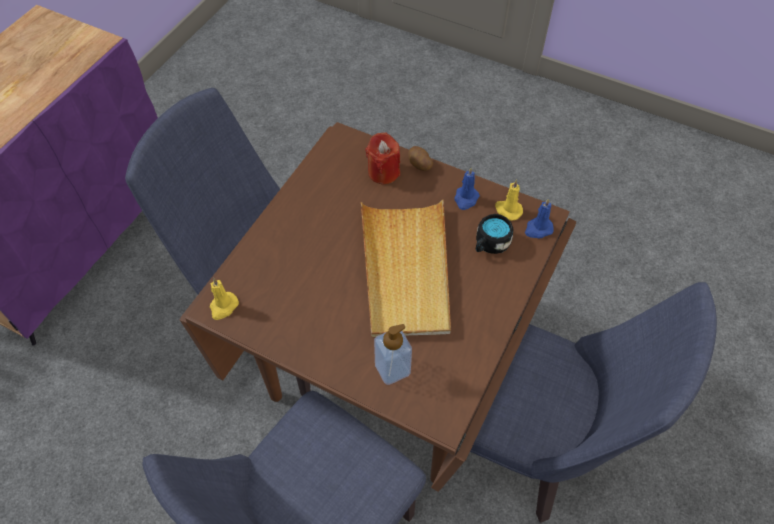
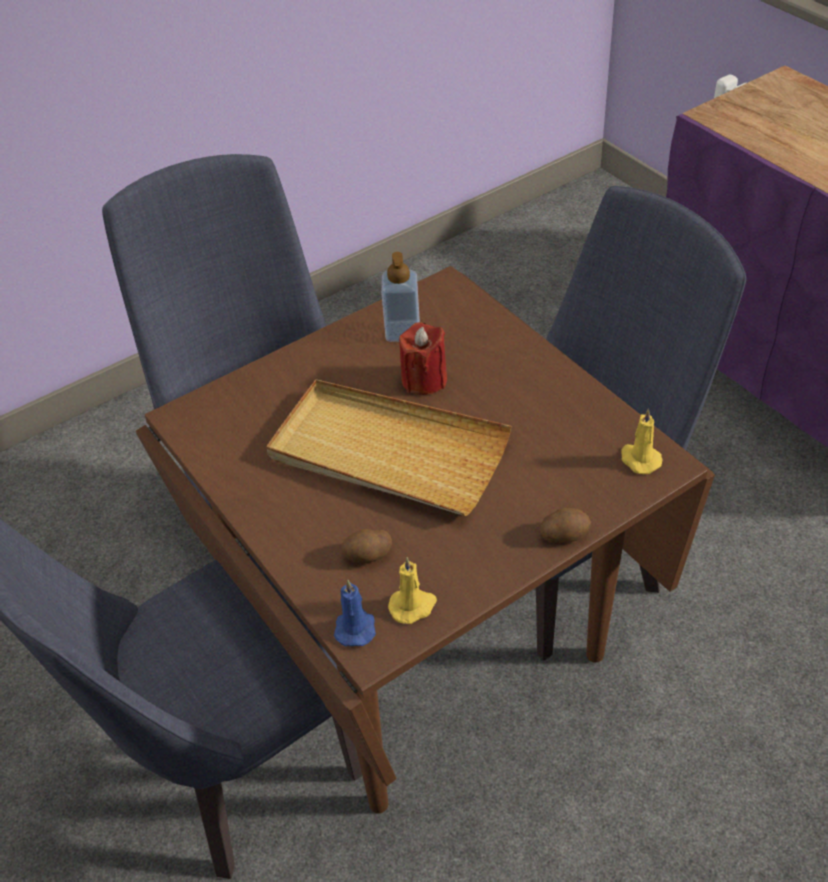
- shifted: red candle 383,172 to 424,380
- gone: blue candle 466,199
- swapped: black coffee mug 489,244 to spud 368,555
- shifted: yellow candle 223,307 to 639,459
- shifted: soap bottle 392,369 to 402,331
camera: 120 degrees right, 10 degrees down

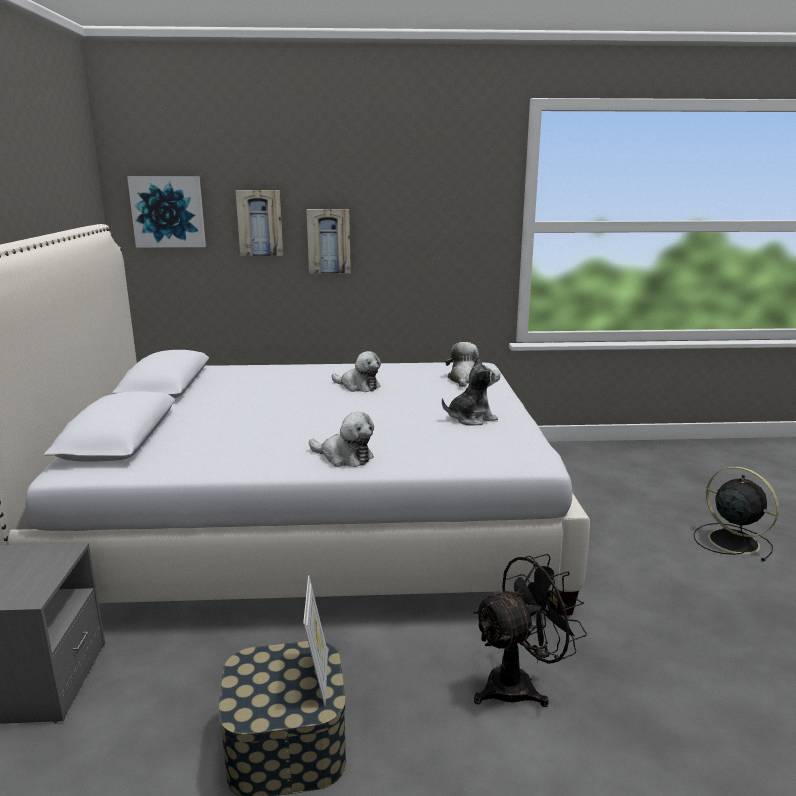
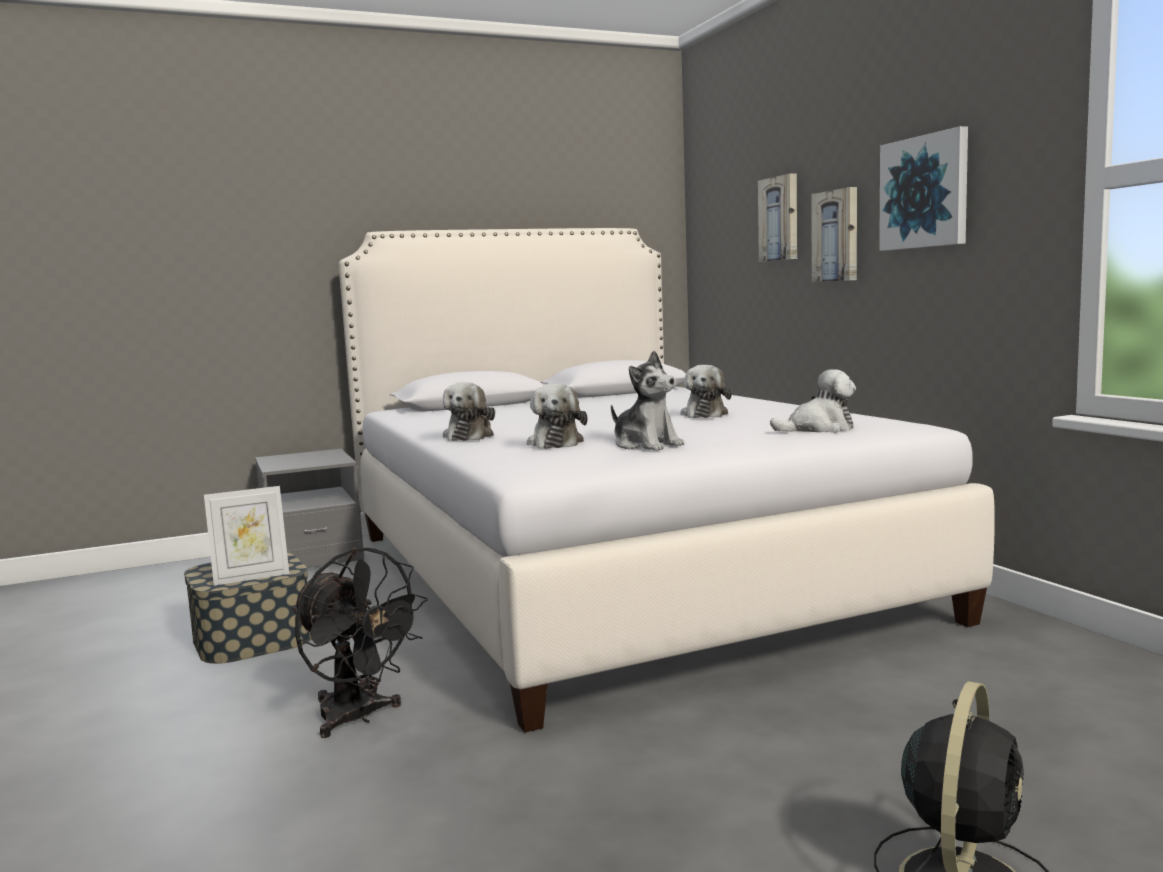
- shifted: wall art 168,212 to 924,192
- new: plush toy 556,443
camera: 70 degrees right, 10 degrees down

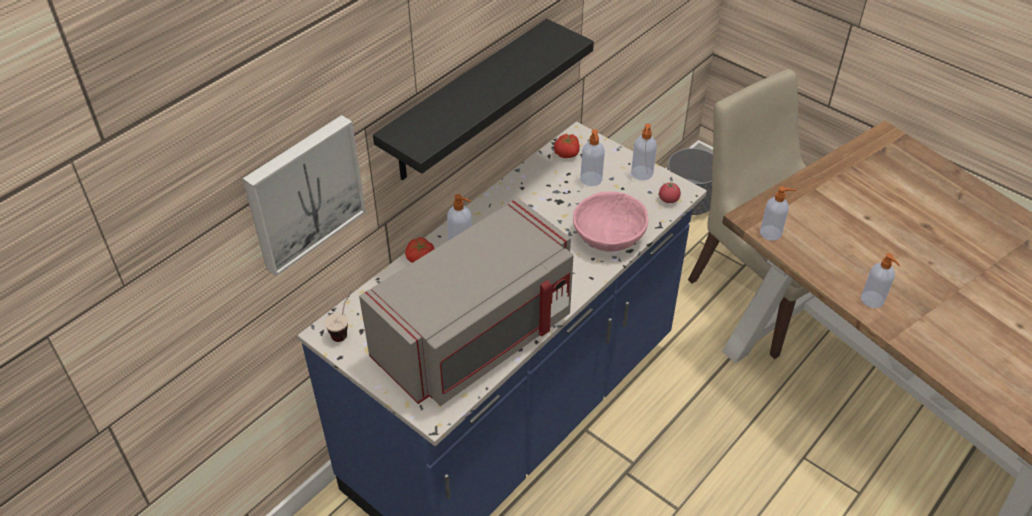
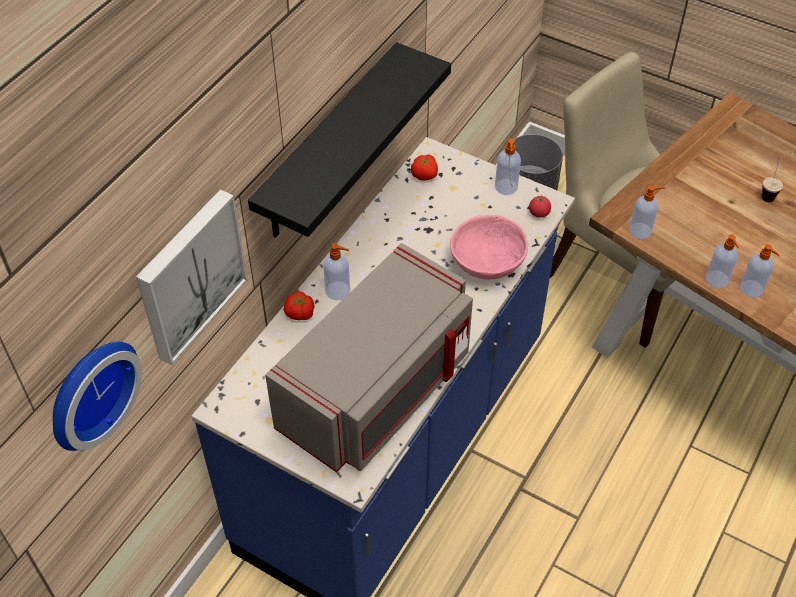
- shifted: soap bottle 591,179 to 717,280
- shifted: small cup 344,329 to 768,192
- new: wall clock 88,391
camera: 10 degrees left, 5 degrees up

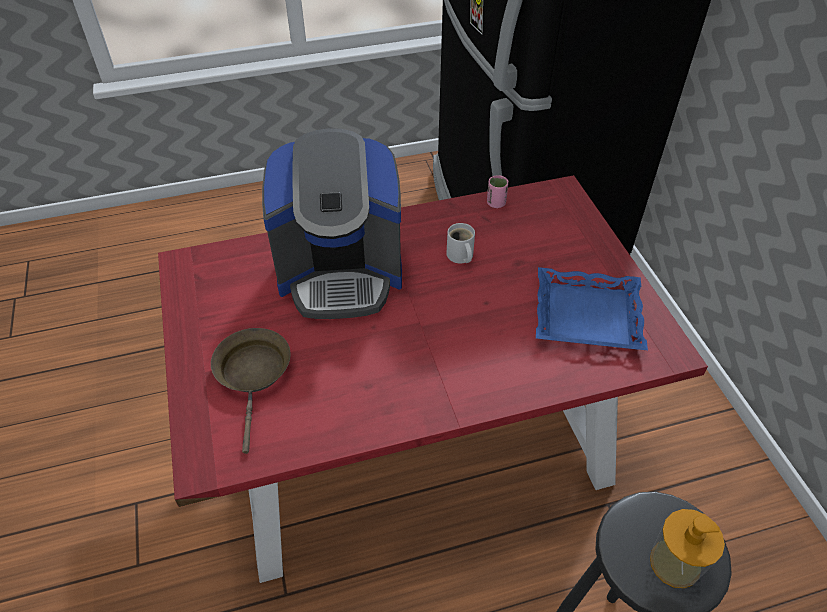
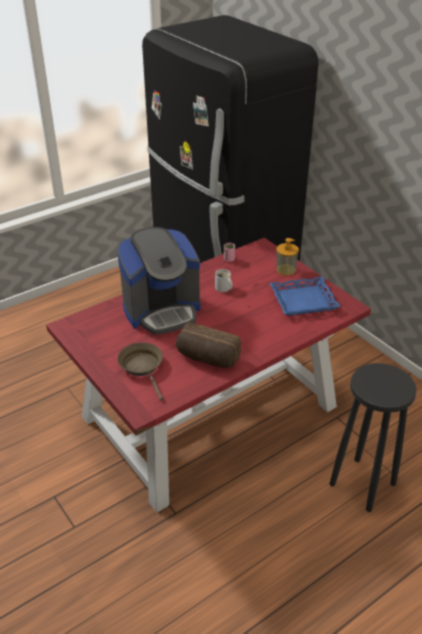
- shifted: soap bottle 675,563 to 285,270
- new: bread 207,358
camera: 20 degrees left, 10 degrees down

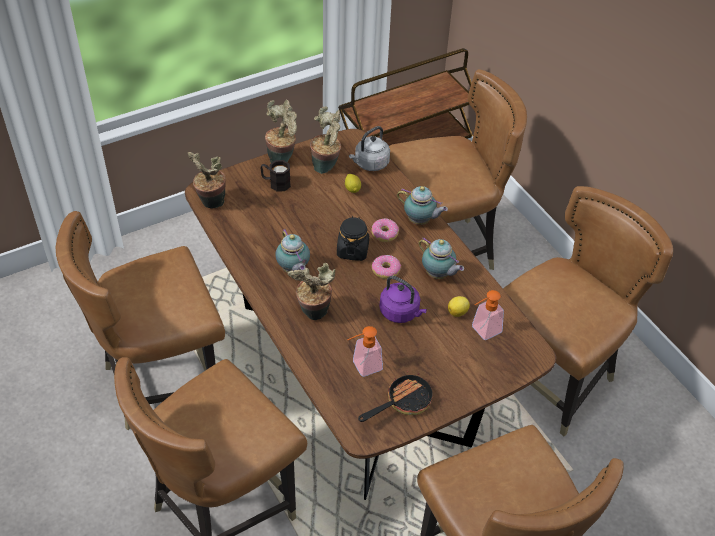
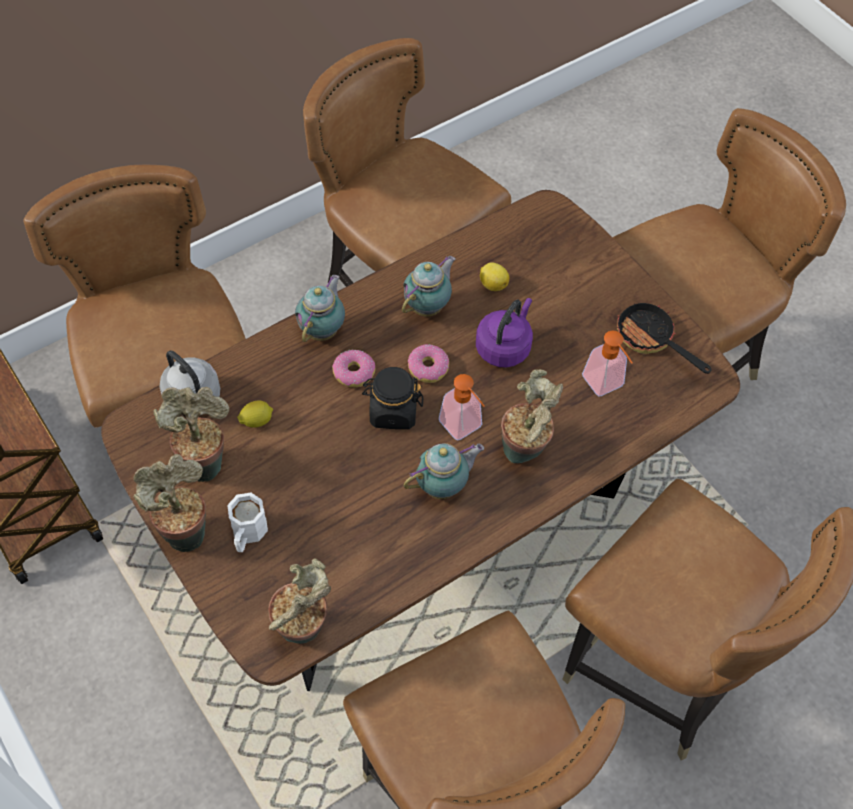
- repainted: black coffee mug 275,183 to white coffee mug 247,534
- shifted: soap bottle 482,331 to 464,428
camera: 95 degrees left, 10 degrees up

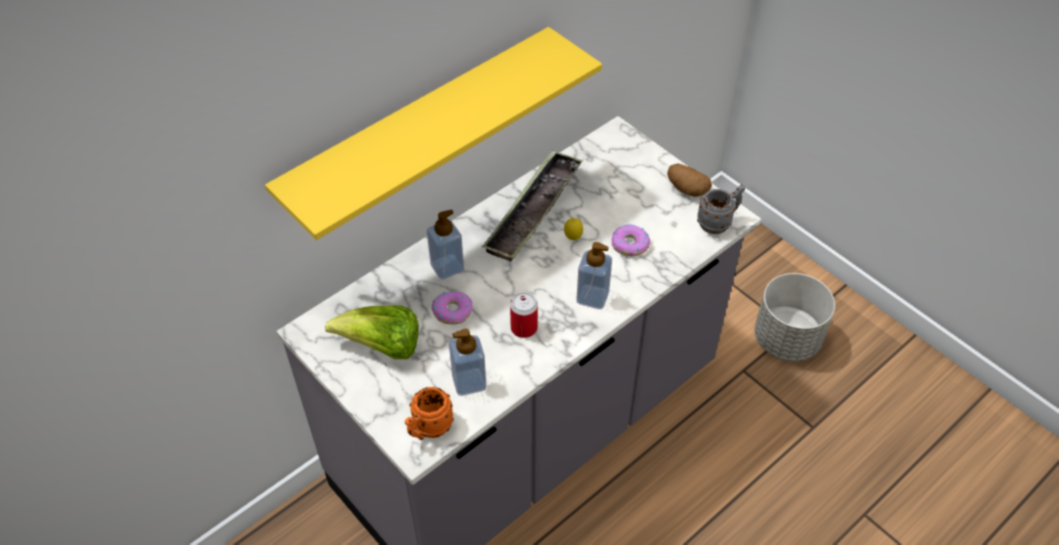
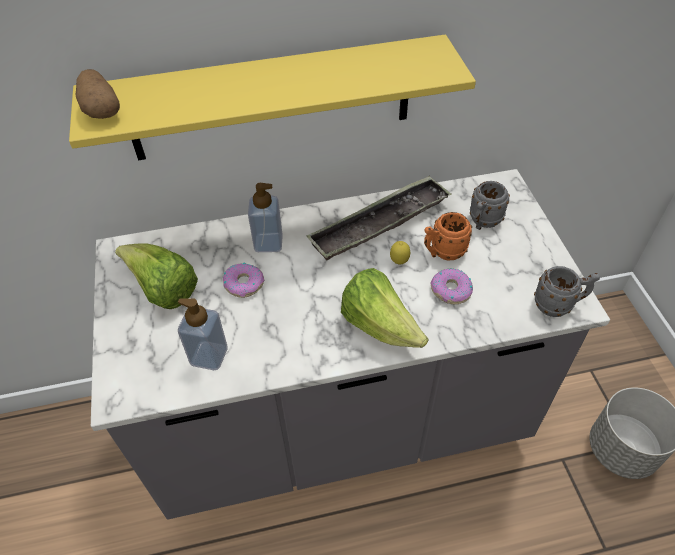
- shifted: spud 686,189 to 101,109
- swapped: soap bottle 592,297 to lettuce head 380,326
- gone: can 524,328
- shifted: orange-coloured coffee mug 428,429 to 443,252
- new: gray coffee mug 483,222
camera: 30 degrees right, 0 degrees up

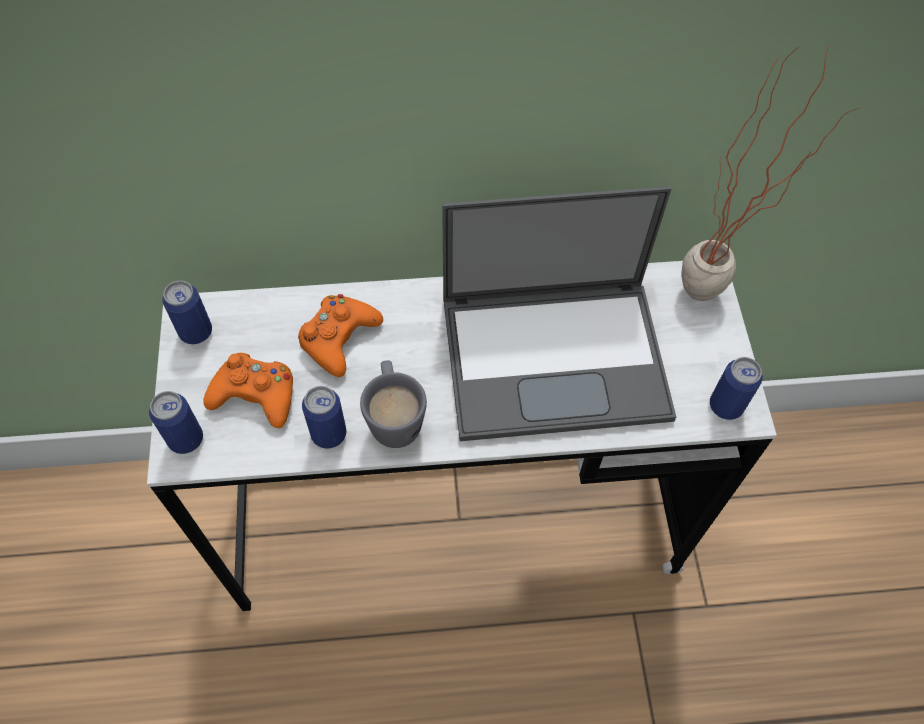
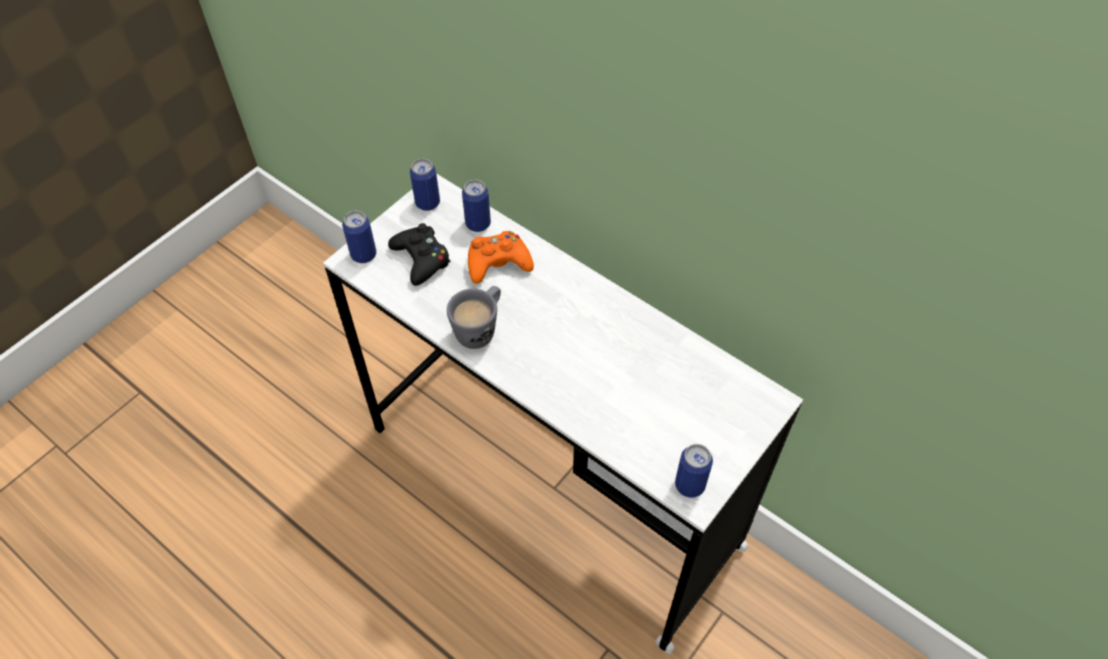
- gone: plant in a pot 712,301
- gone: notebook computer 557,356
- repainted: orange-coloured game controller 255,395 to black game controller 421,259
- shifted: can 329,434 to 478,224
camera: 45 degrees right, 5 degrees down

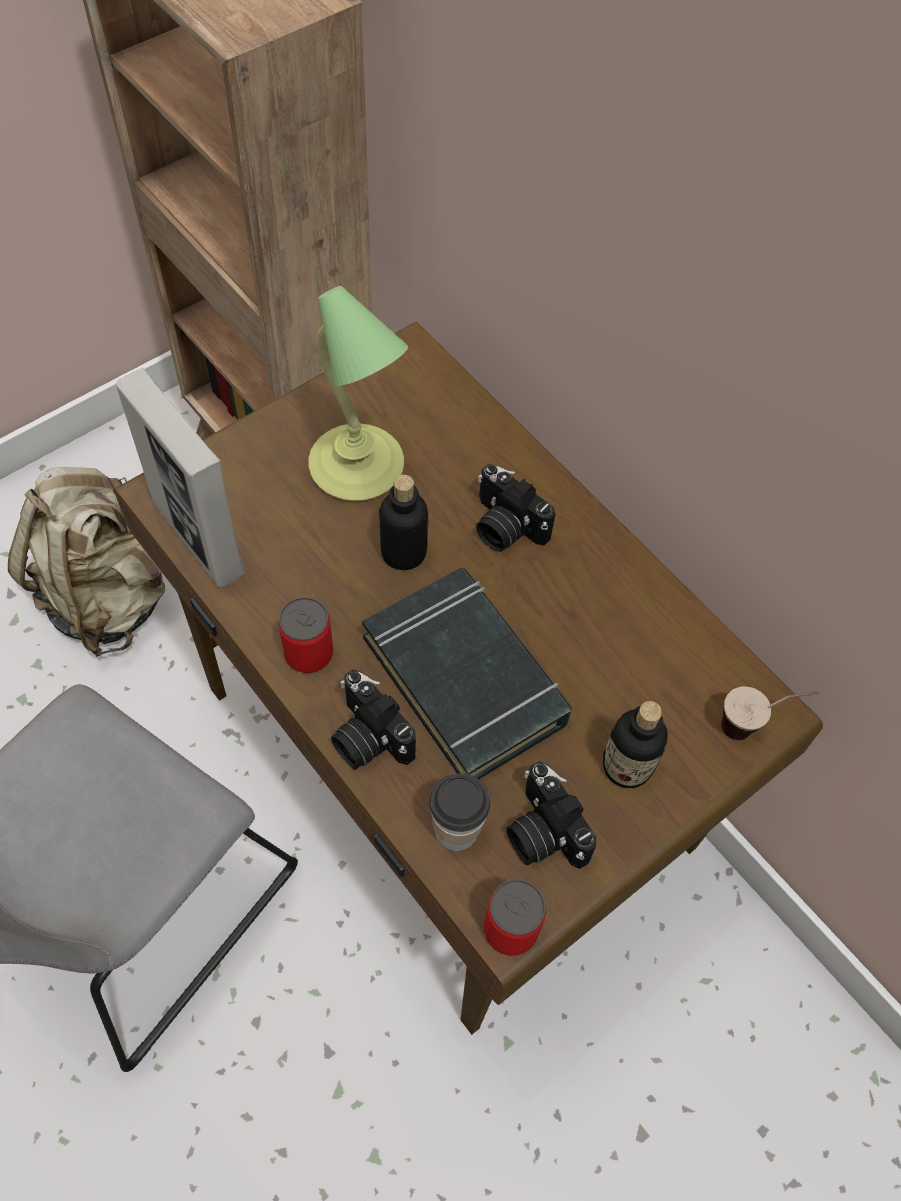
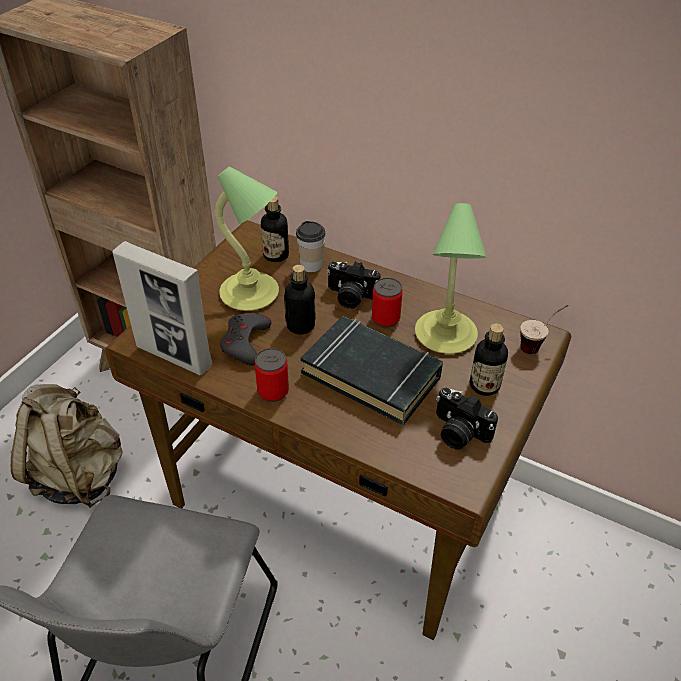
- gone: photo camera 367,738
- shifted: small cup 456,830 to 311,265
- shifted: can 510,929 to 385,319
- new: drink bottle 276,255
- new: table lamp 445,335
- new: gray game controller 245,342
camera: 20 degrees left, 15 degrees down

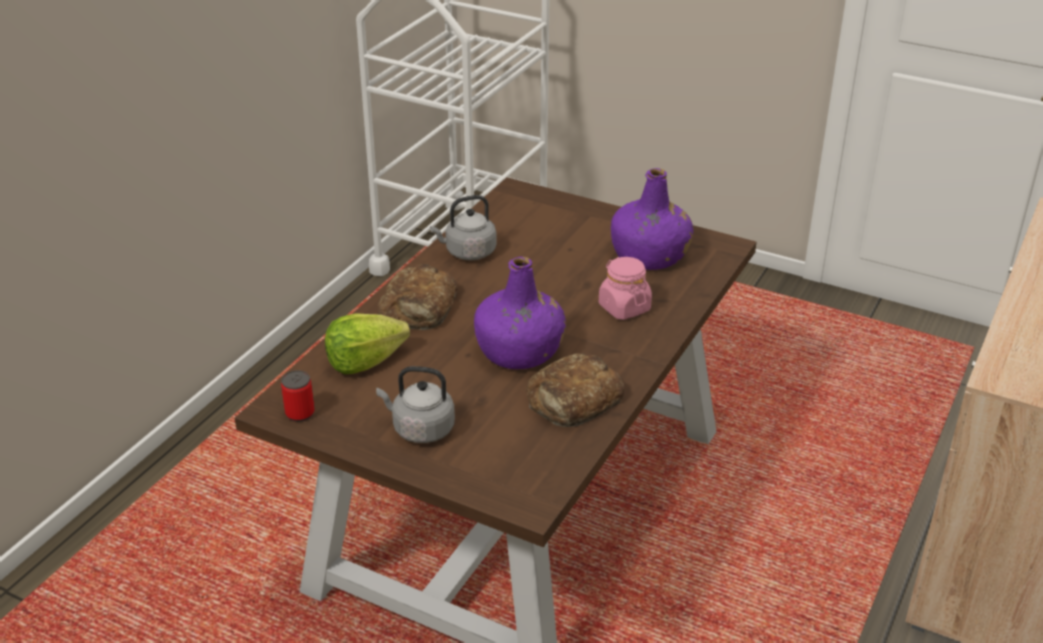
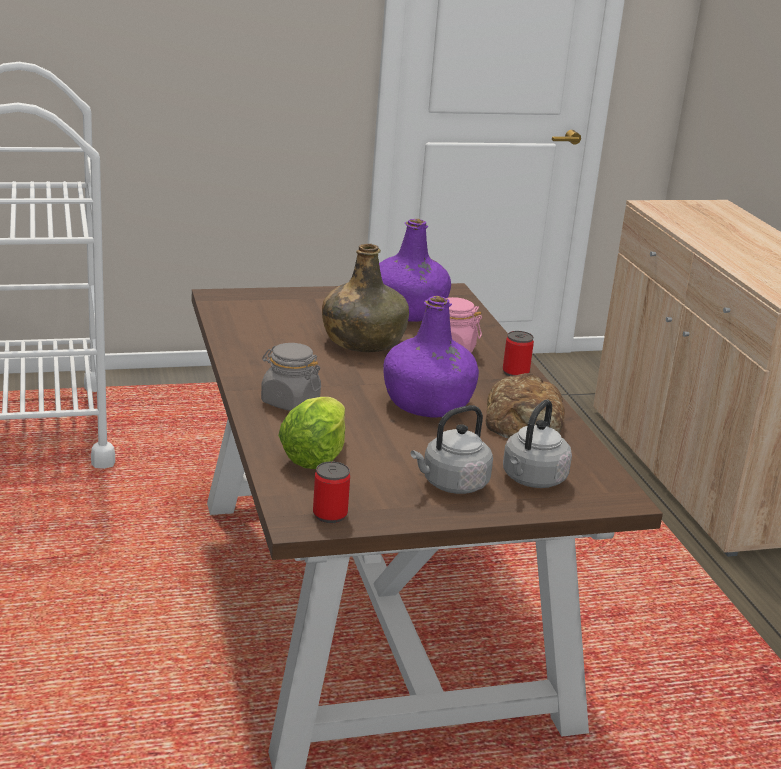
- shifted: gray water kettle 468,252 to 532,480
- swapped: bread 419,308 to gray storage jar 290,402
- new: greenish drink bottle 363,341
- new: can 515,373
camera: 45 degrees left, 10 degrees down

